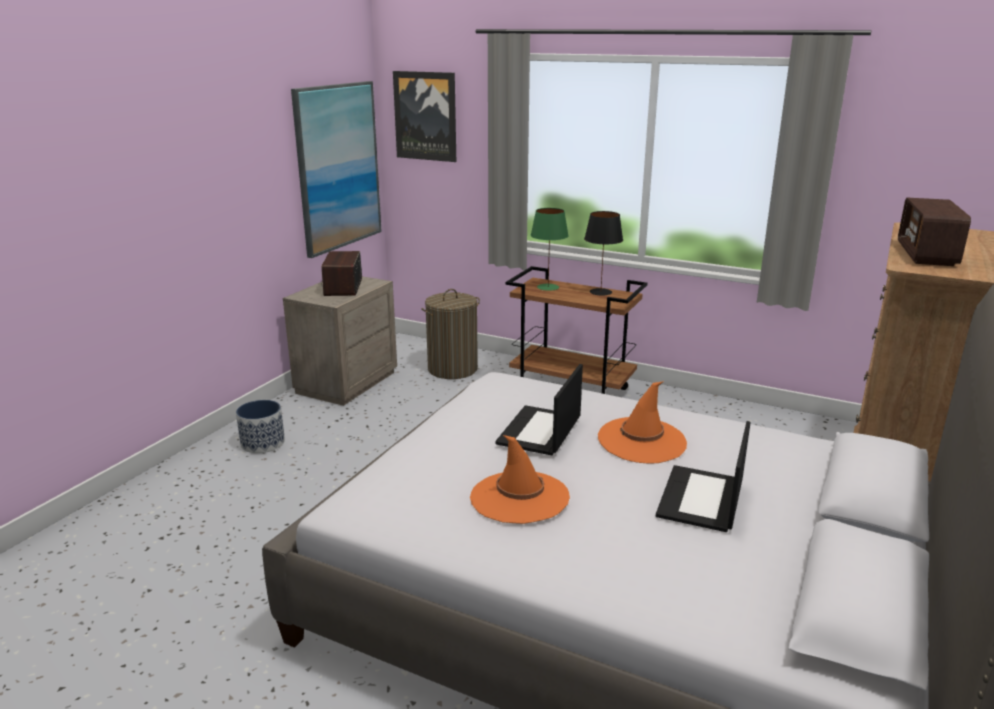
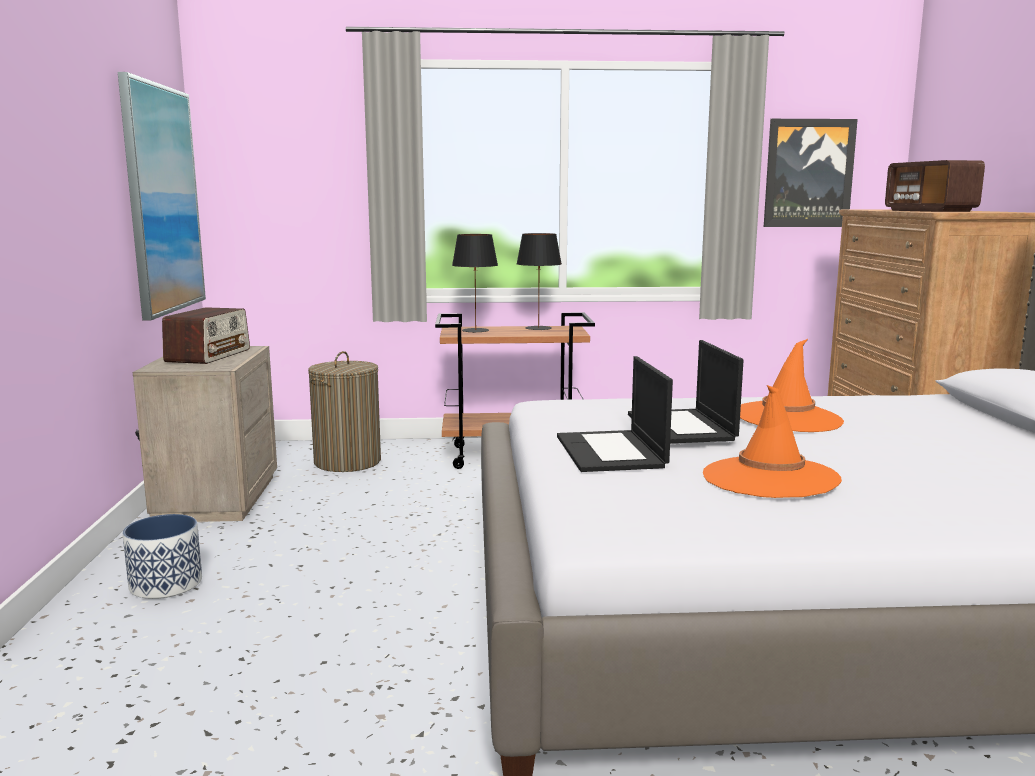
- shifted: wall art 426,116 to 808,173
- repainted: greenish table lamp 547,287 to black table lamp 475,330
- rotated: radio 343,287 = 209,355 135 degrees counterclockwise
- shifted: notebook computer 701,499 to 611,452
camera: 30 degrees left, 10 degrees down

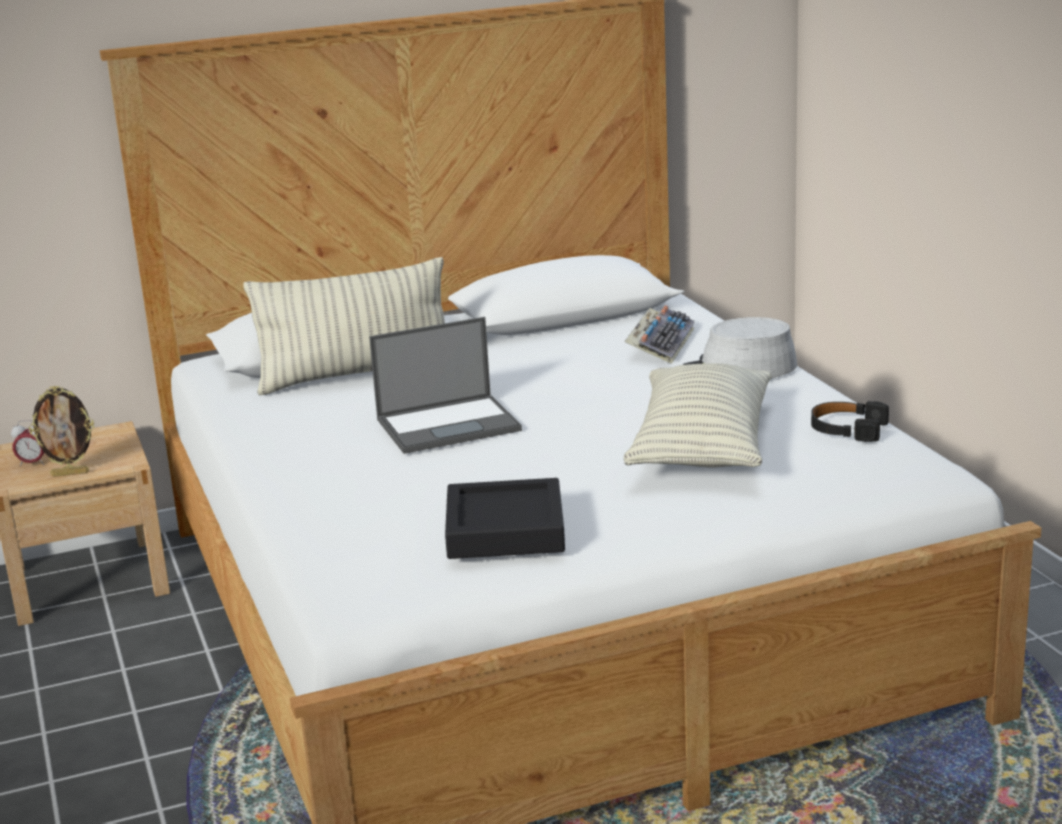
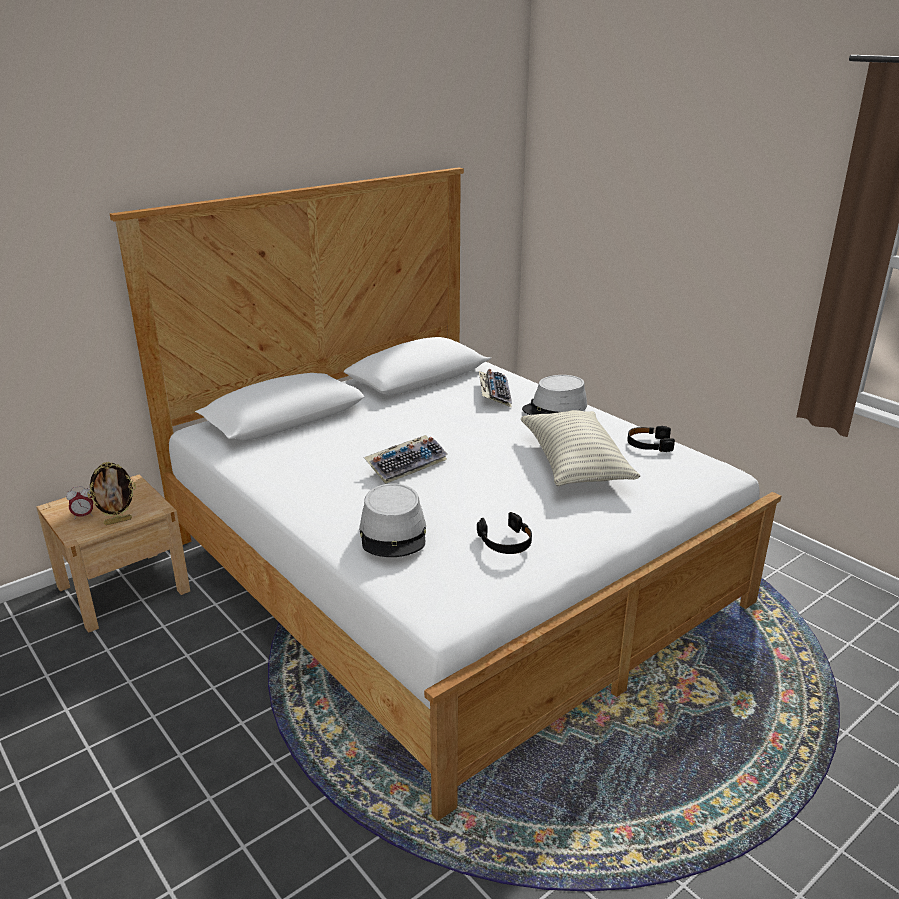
- gone: pillow 357,376
- swapped: notebook computer 450,424 to computer keyboard 407,464
- swapped: black carrying tray 505,530 to black headset 506,541
- new: gray wearable hat 393,533
camera: 20 degrees left, 5 degrees up

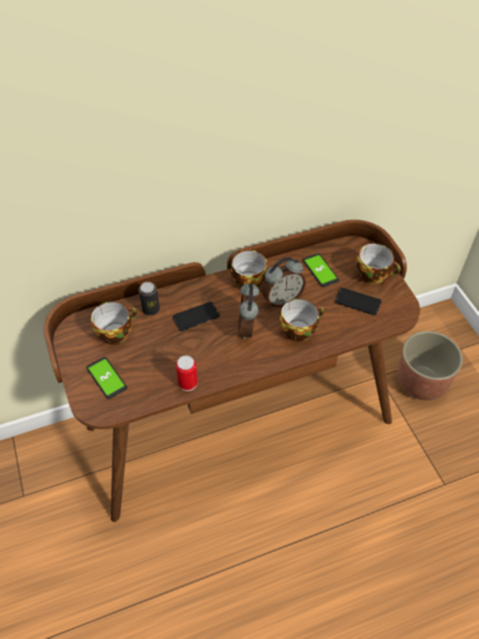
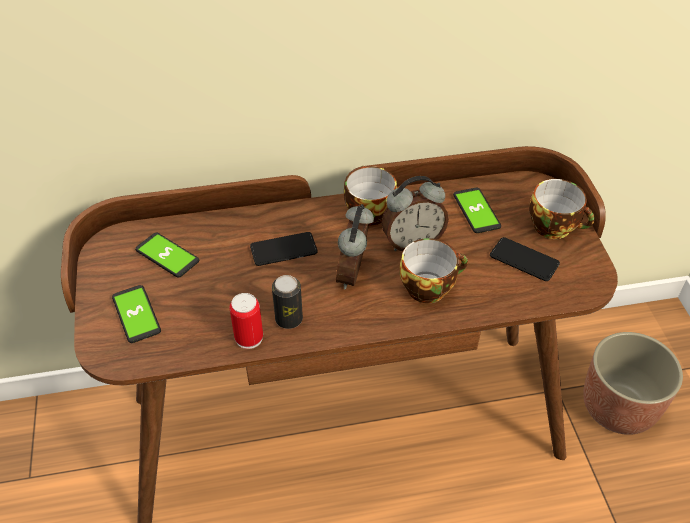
- shifted: can 151,309 to 289,319
- swapped: small cup 116,332 to phone 167,255
camera: 10 degrees right, 5 degrees down

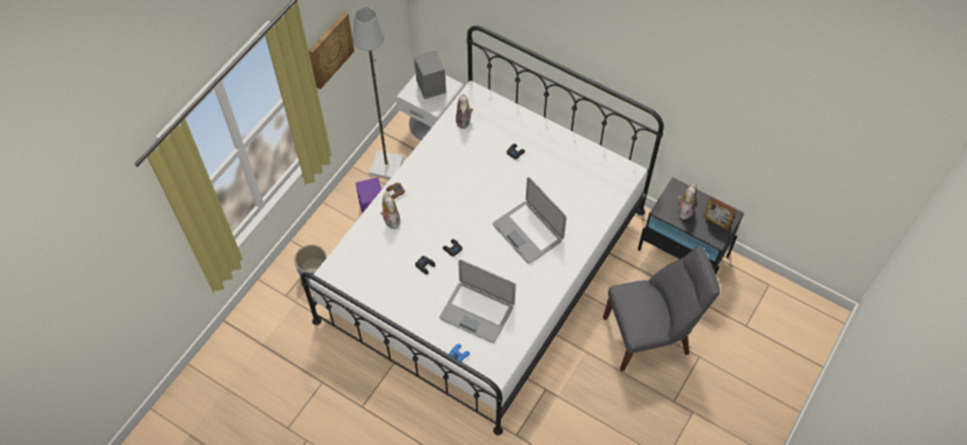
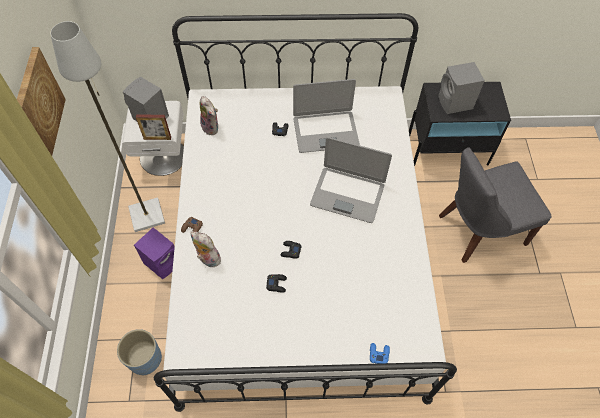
- swapped: plush toy 684,209 to gray speaker 455,103
- shifted: photo frame 716,222 to 157,138
- rotated: gray chair 650,335 = 478,230 150 degrees counterclockwise
- shifted: notebook computer 477,311 to 325,131
camera: 35 degrees left, 0 degrees up

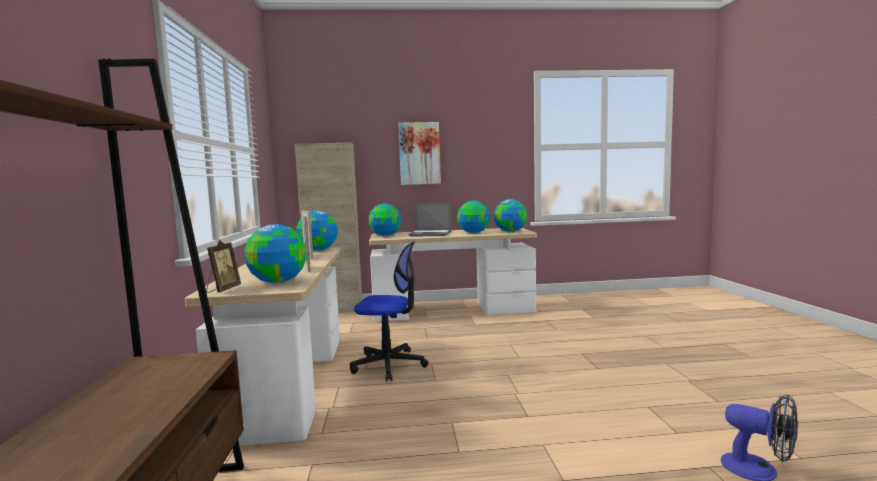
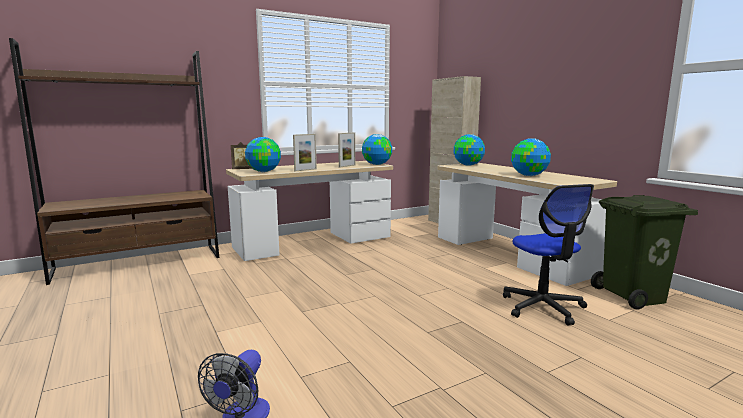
- gone: wall art 419,153
- gone: globe 510,231
- gone: notebook computer 431,234
- shifted: computer chair 389,365 to 543,307
- new: greenish rubbish bin 634,296
camera: 65 degrees right, 5 degrees up

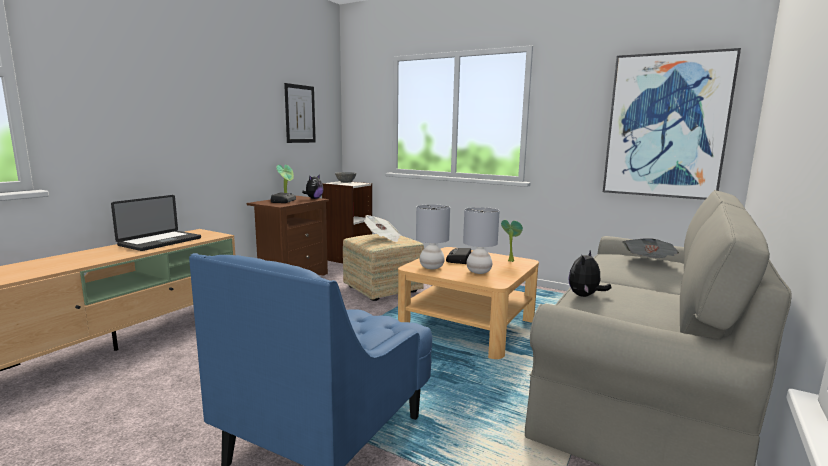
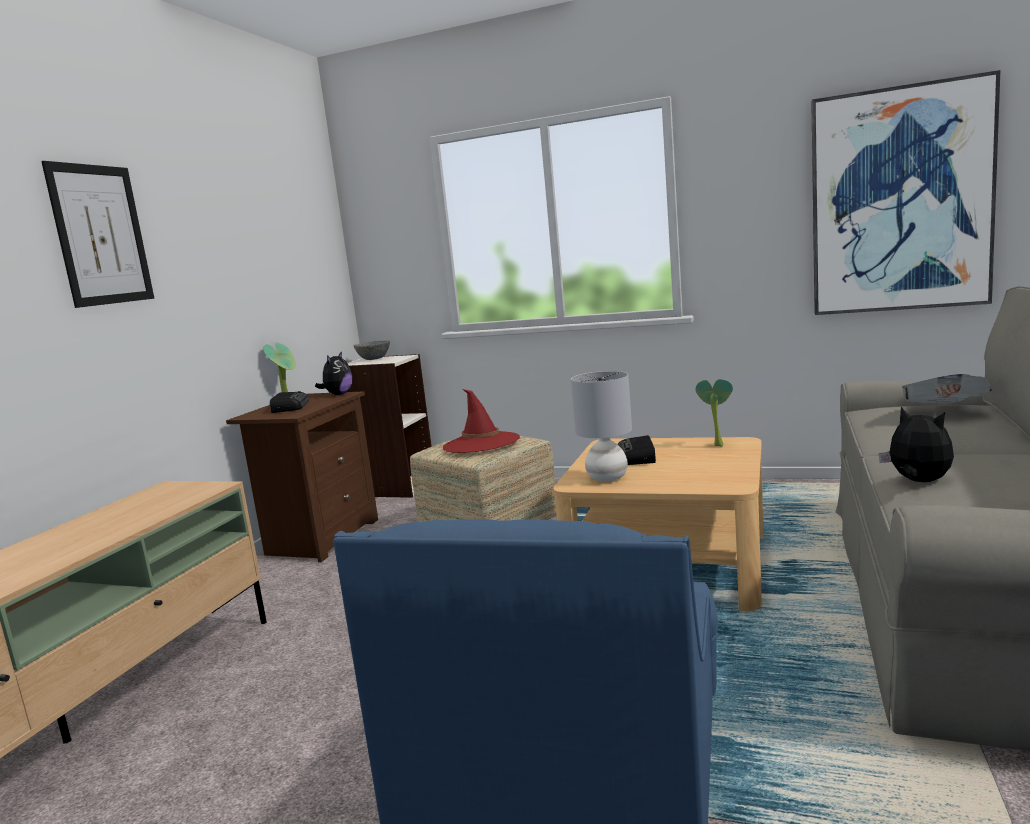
- shifted: wall art 300,114 to 101,235
- gone: notebook computer 160,242
- gone: gray table lamp 478,272
- swapped: printed paper 383,238 to red wearable hat 481,443
- rotated: plush toy 585,296 = 918,482 120 degrees clockwise
camera: 10 degrees left, 0 degrees up

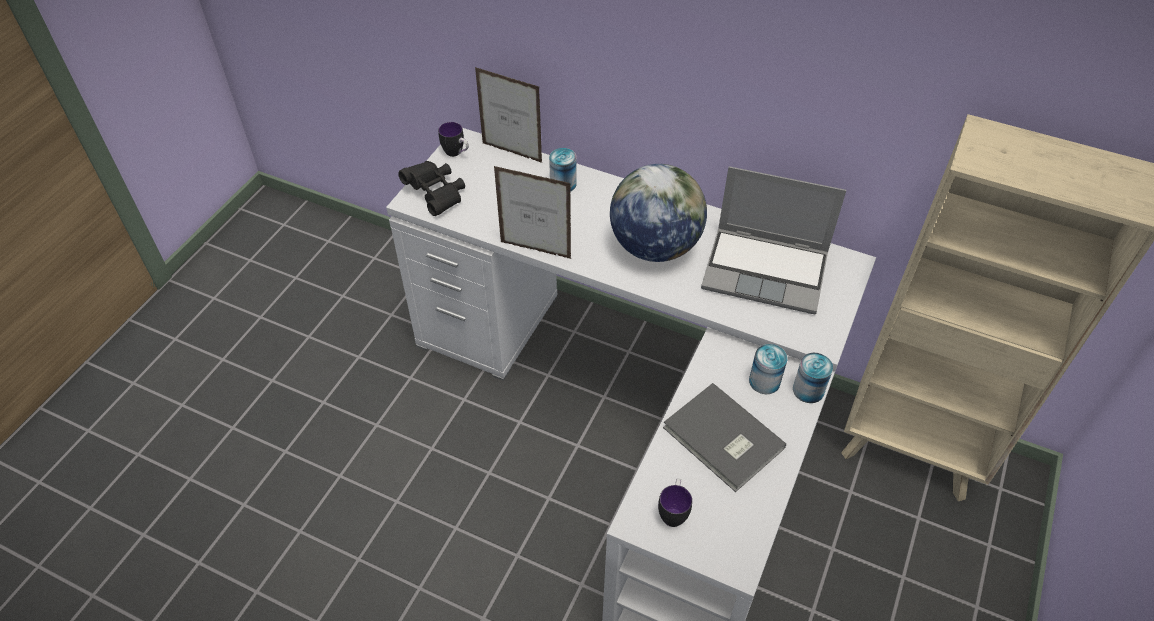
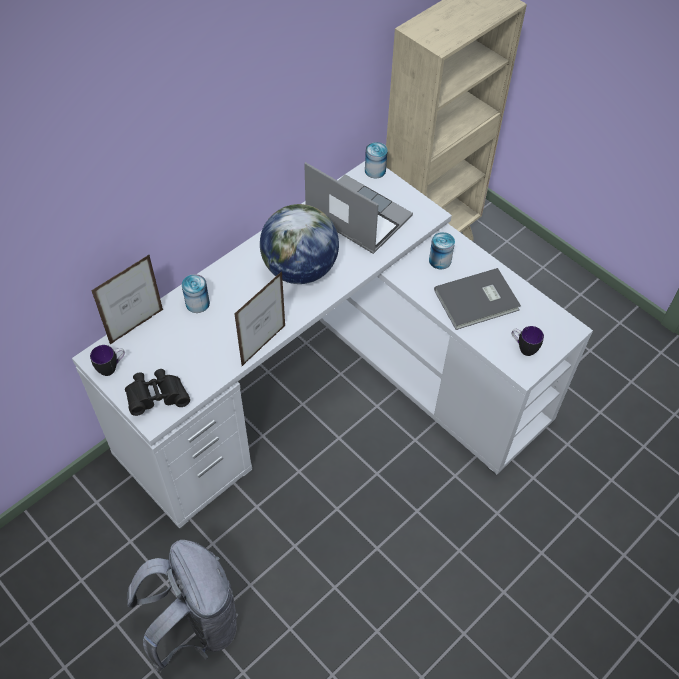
- rotated: notebook computer 766,271 = 356,216 90 degrees counterclockwise
- shifted: can 808,390 to 375,170
- new: gray knapsack 195,624
camera: 70 degrees left, 5 degrees up

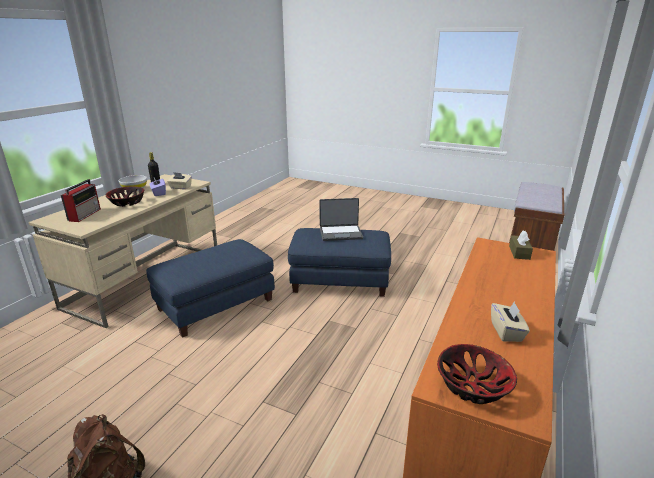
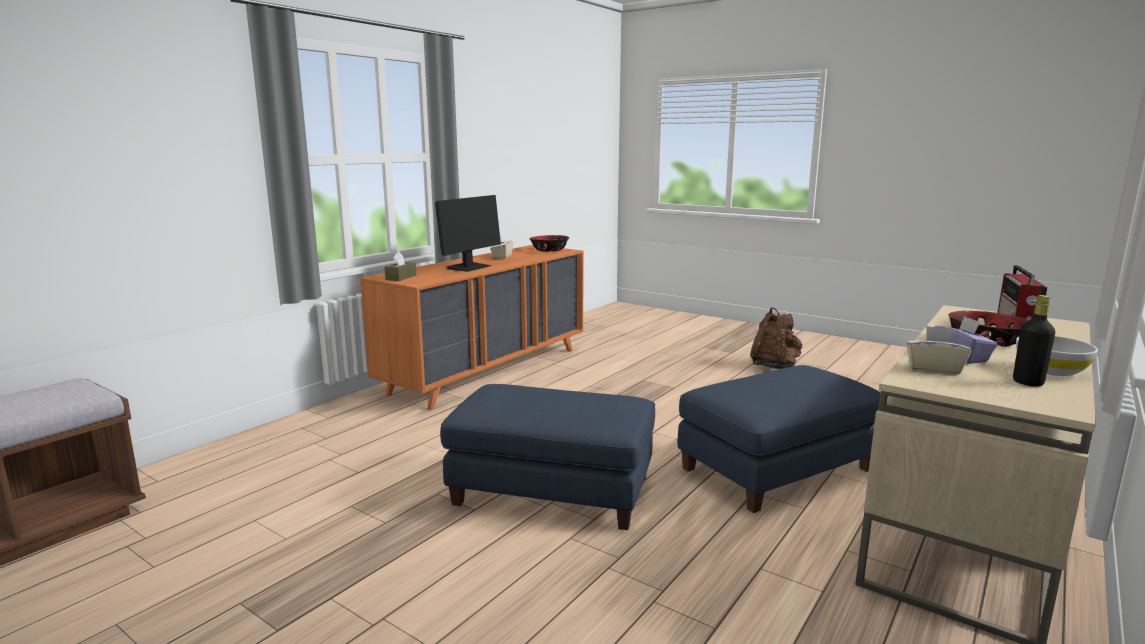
- gone: notebook computer 340,233
- new: computer screen 468,267
camera: 170 degrees left, 10 degrees down

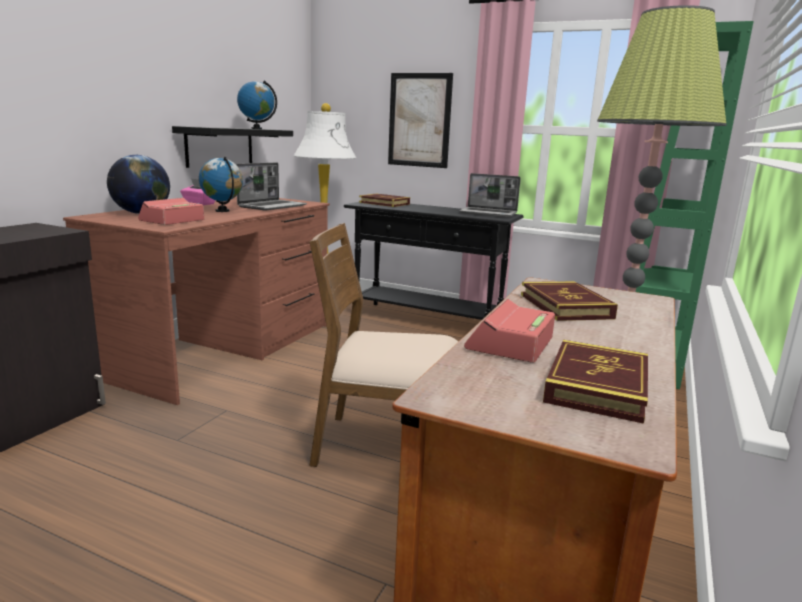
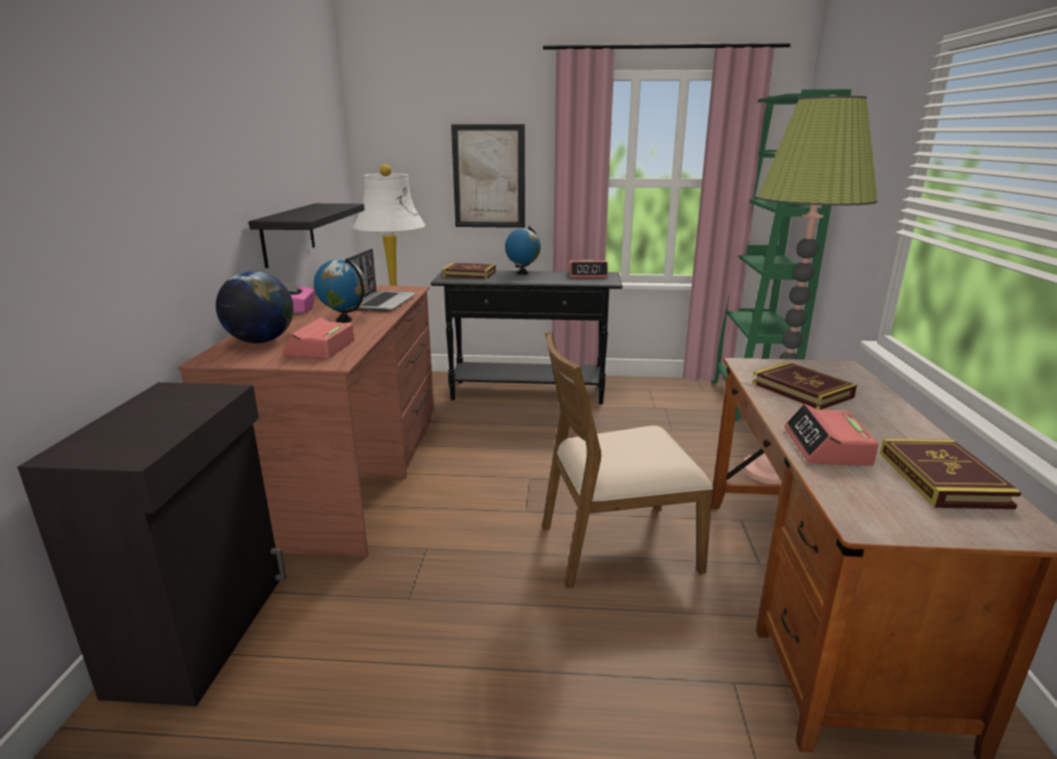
- shifted: globe 256,128 to 522,273
- swapped: notebook computer 489,213 to bedside clock 588,275
camera: 20 degrees left, 5 degrees up

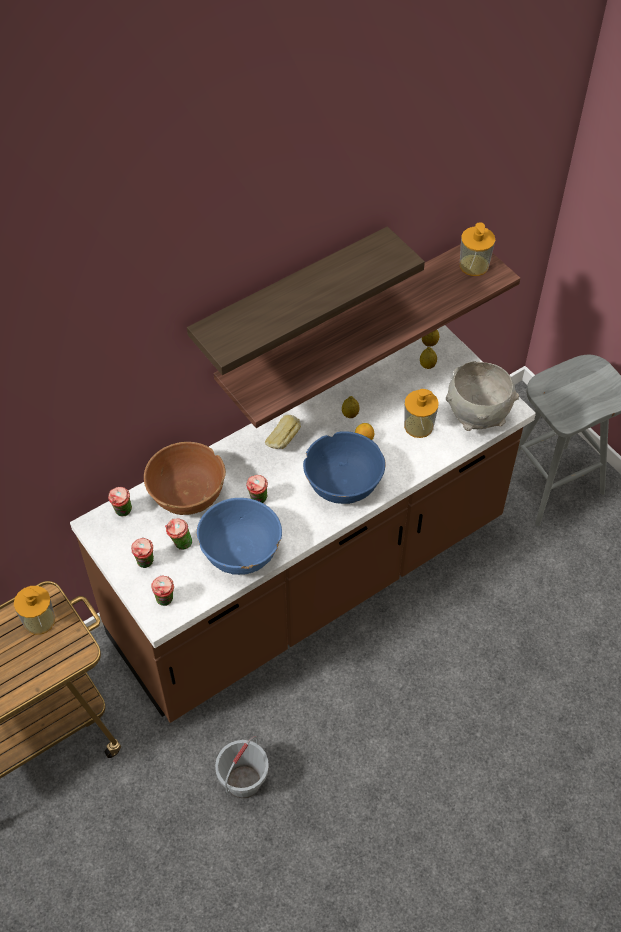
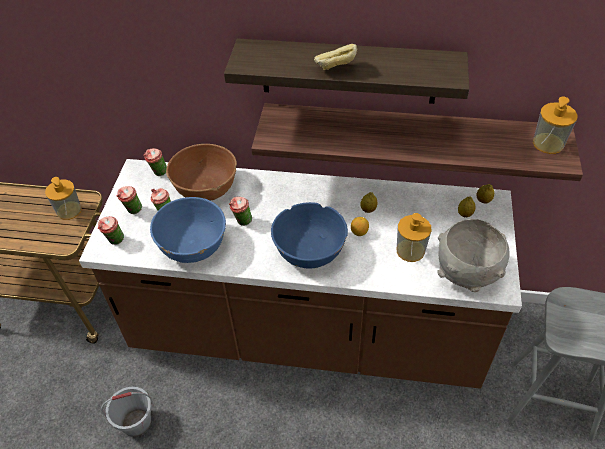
- shifted: bread 283,441 to 336,69
camera: 45 degrees right, 5 degrees down

